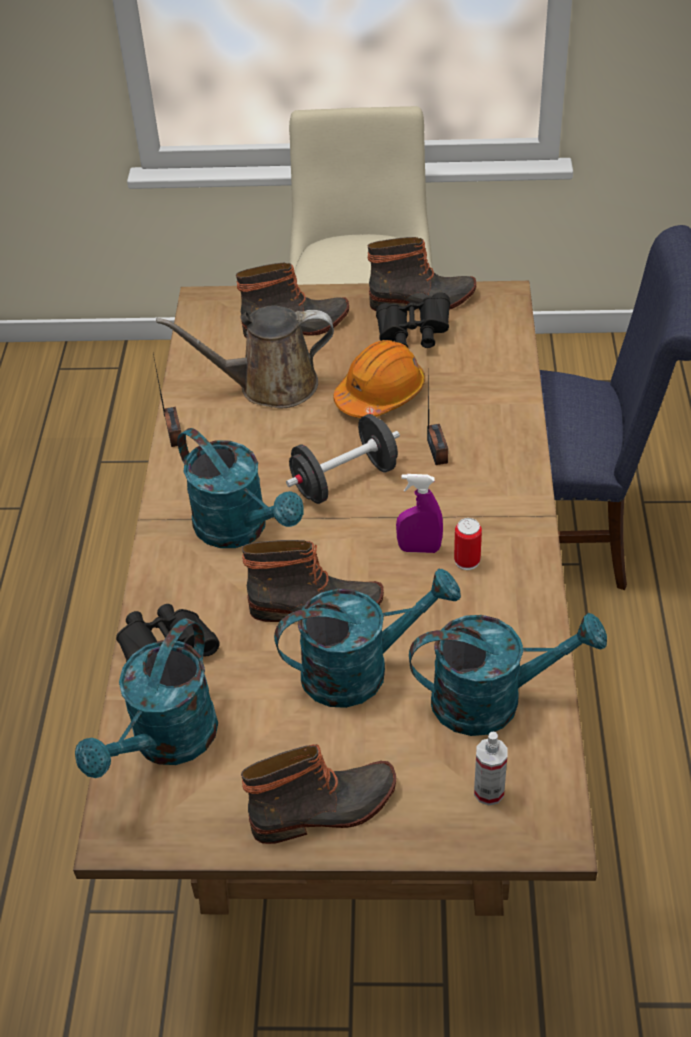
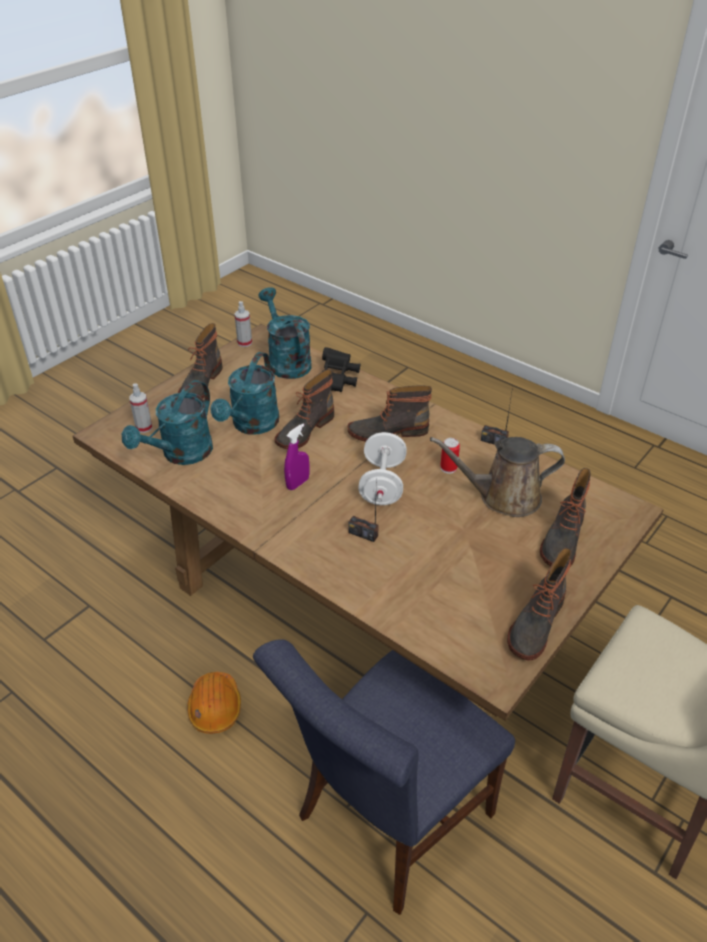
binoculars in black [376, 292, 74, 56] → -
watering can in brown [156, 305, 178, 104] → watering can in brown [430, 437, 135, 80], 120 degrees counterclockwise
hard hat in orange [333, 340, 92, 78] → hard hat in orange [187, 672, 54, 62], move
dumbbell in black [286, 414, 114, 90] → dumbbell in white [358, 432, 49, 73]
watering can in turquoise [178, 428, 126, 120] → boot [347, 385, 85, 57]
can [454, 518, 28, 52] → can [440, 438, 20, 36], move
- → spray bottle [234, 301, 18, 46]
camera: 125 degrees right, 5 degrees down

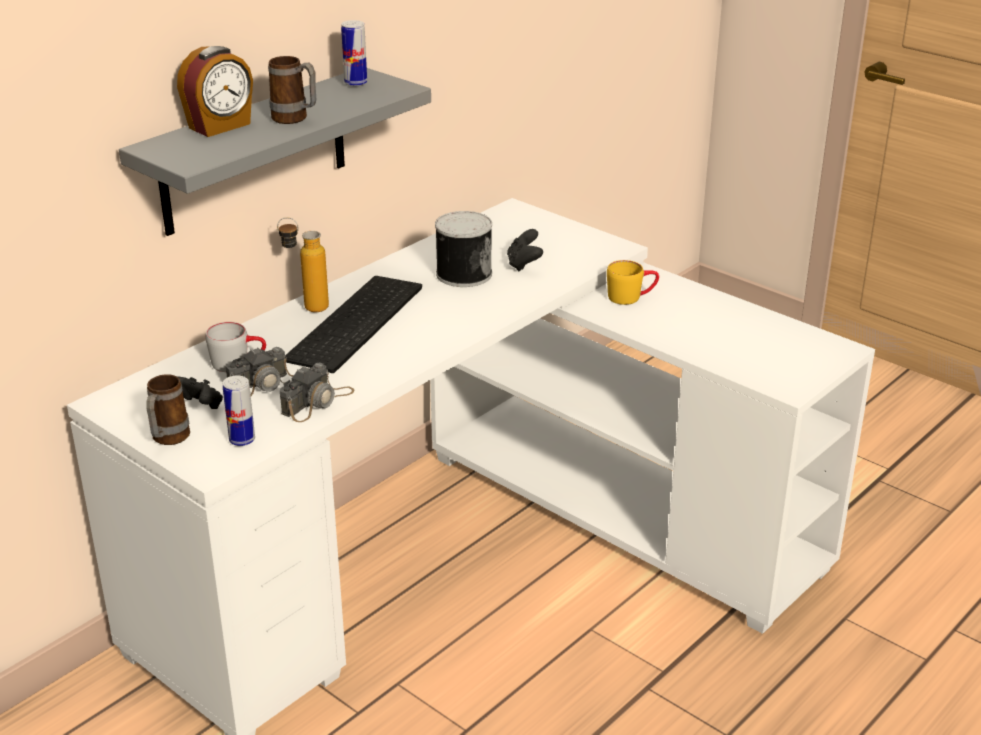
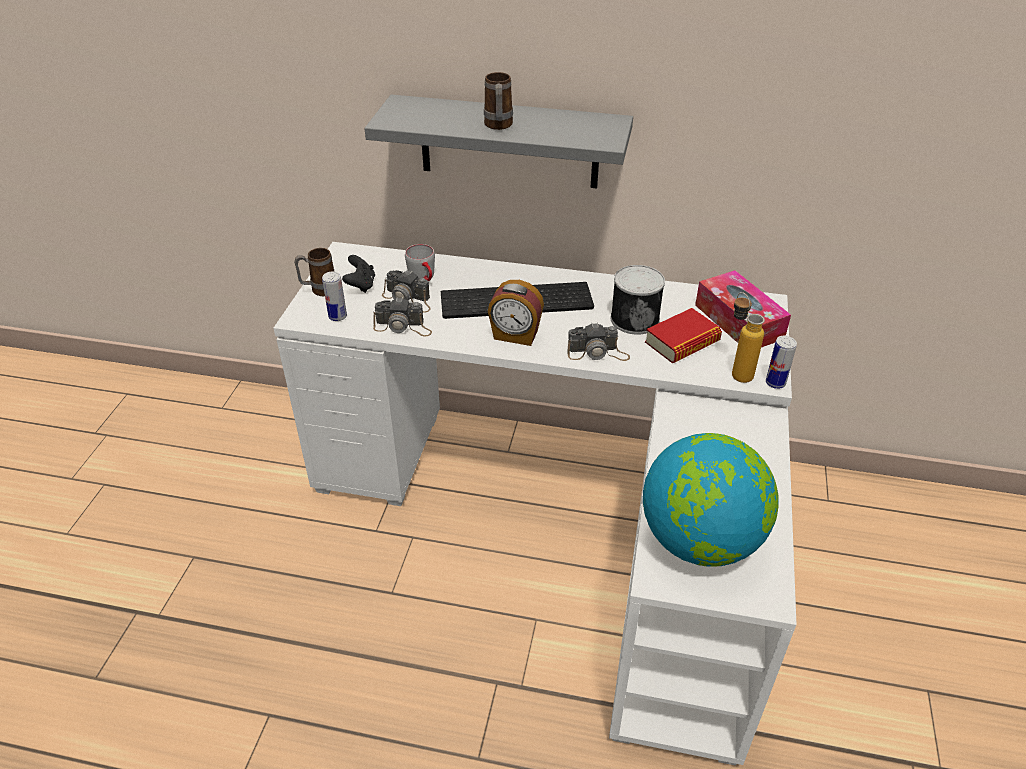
can [341, 20, 26, 66] → can [766, 336, 31, 53], move
alarm clock [177, 46, 76, 91] → alarm clock [488, 280, 56, 66], move
bottle [277, 217, 52, 95] → bottle [732, 292, 33, 91], move
game controller in black [507, 229, 36, 43] → book [645, 308, 77, 55]
mug in yellow [607, 260, 52, 45] → -
- → tissue box [695, 270, 96, 77]
- → photo camera [567, 322, 63, 39]
- → globe [643, 433, 136, 134]
camera: 60 degrees right, 10 degrees up

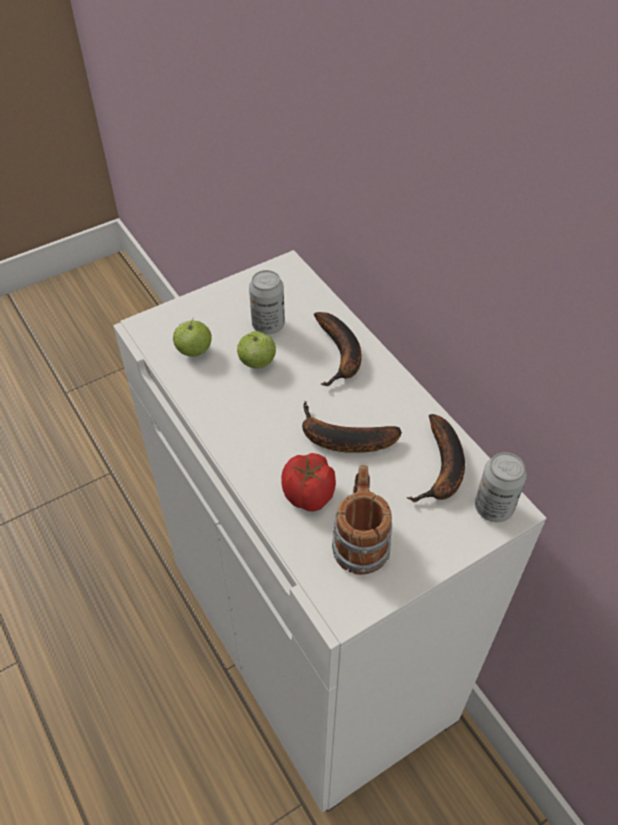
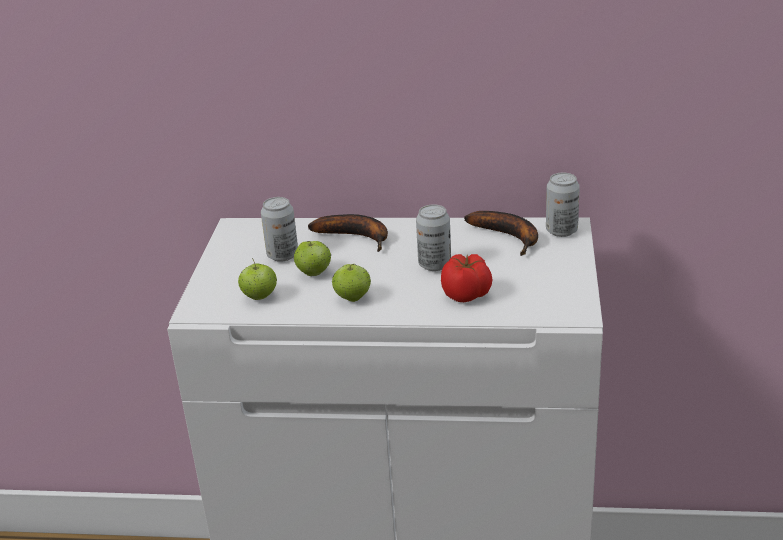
banana [302, 401, 100, 52] → can [416, 204, 35, 67]
mug [332, 466, 60, 109] → -
- → apple [332, 264, 39, 38]
camera: 50 degrees left, 20 degrees down

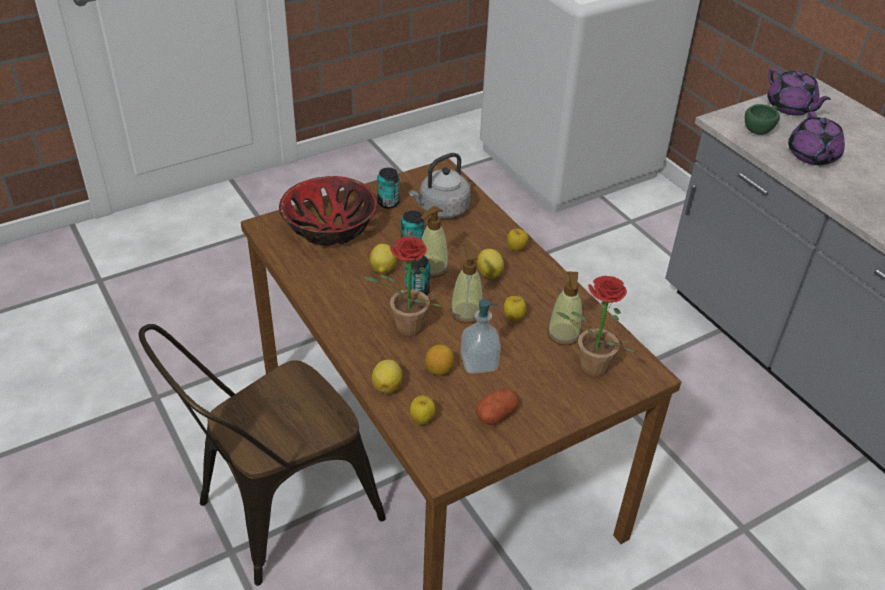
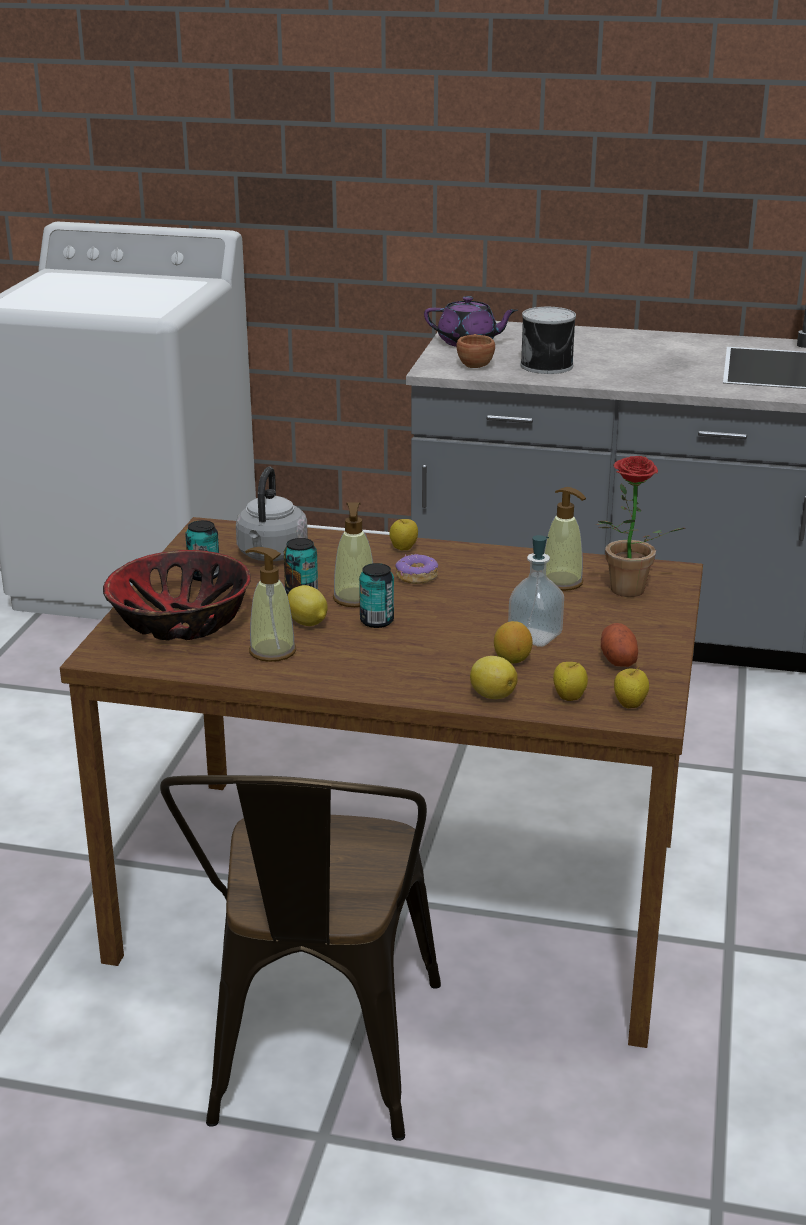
cup in green [745, 104, 35, 31] → cup in brown [456, 334, 39, 34]
teapot in purple [788, 112, 57, 53] → can [520, 307, 56, 67]
potted plant [364, 237, 78, 100] → -
soap dispenser [450, 244, 33, 80] → soap dispenser [245, 547, 51, 115], move
lemon [477, 249, 27, 30] → donut [395, 554, 43, 30]
apple [504, 296, 22, 26] → apple [614, 666, 35, 42], move
camera: 45 degrees left, 15 degrees down

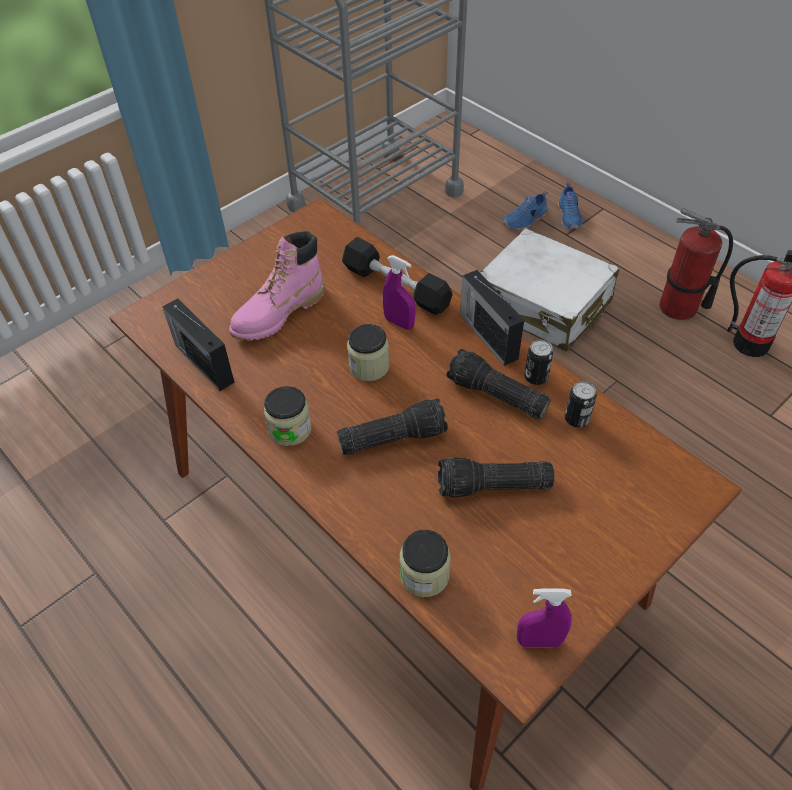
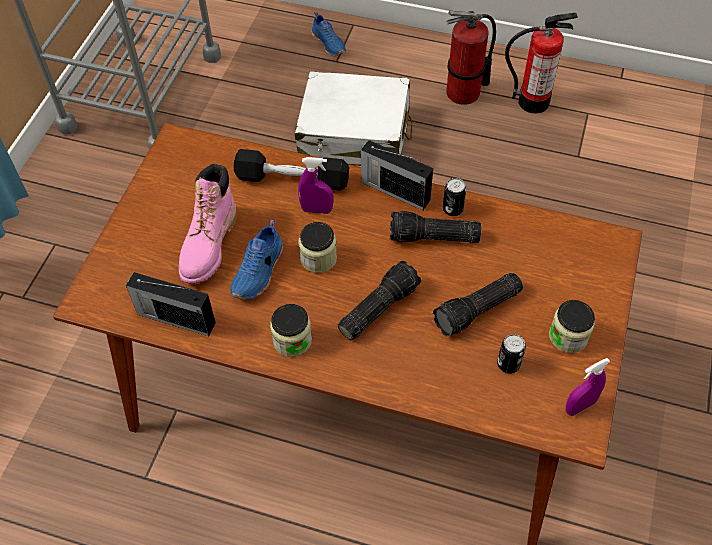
shoe in blue [502, 191, 46, 40] → shoe in blue [230, 219, 53, 81], move
can [565, 381, 32, 47] → can [497, 334, 29, 40], move
jar [400, 530, 51, 67] → jar [549, 300, 46, 53], move
camera: 30 degrees left, 5 degrees up

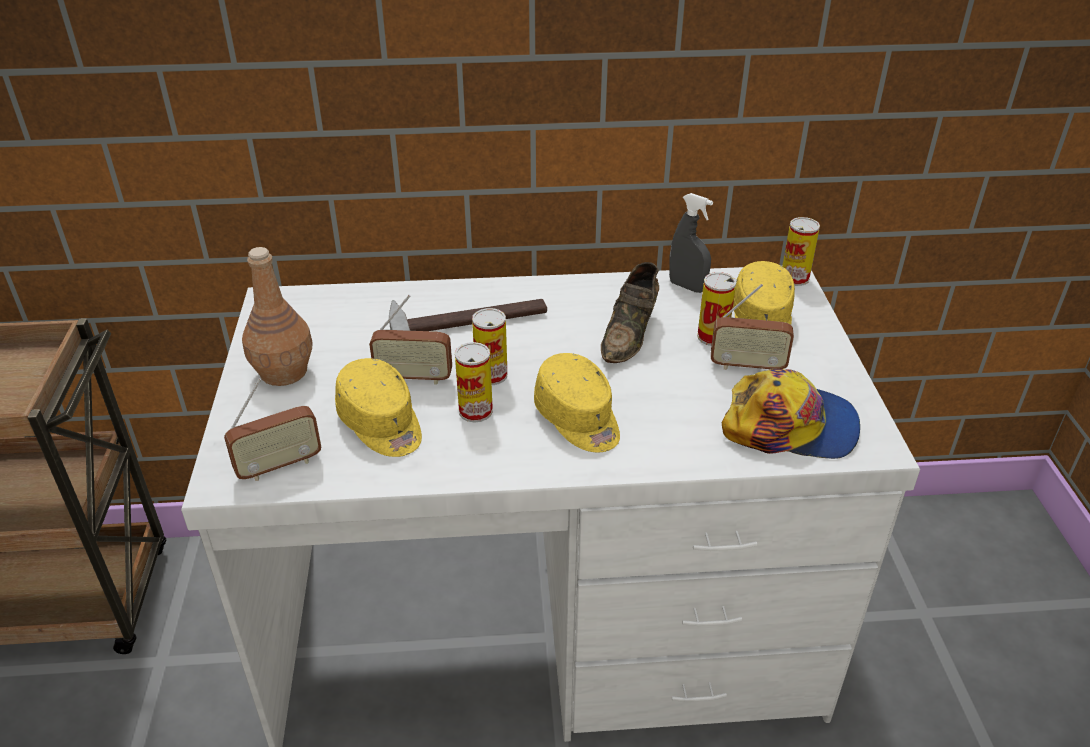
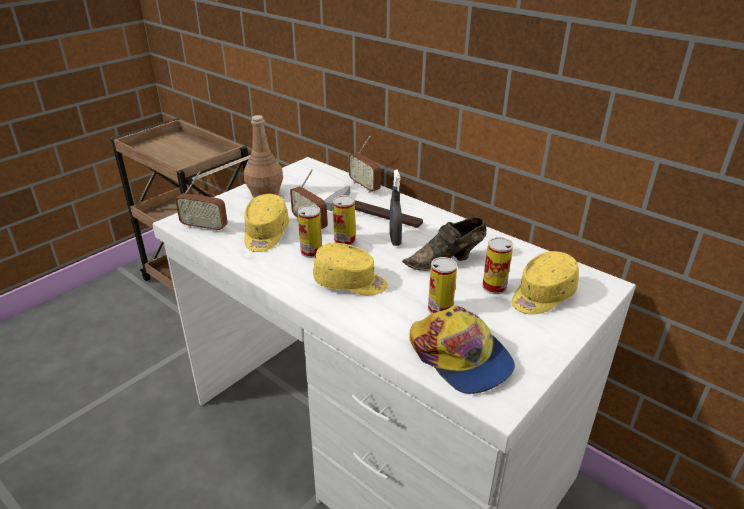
spray bottle in grey [669, 193, 44, 100] → spray bottle in grey [389, 169, 13, 77], move
can [782, 217, 38, 69] → can [428, 257, 29, 57], move
radio [711, 284, 83, 86] → radio [349, 136, 32, 57], move
cap in yellow [534, 353, 86, 100] → cap in yellow [313, 243, 75, 52], 90 degrees counterclockwise
camera: 45 degrees right, 5 degrees down

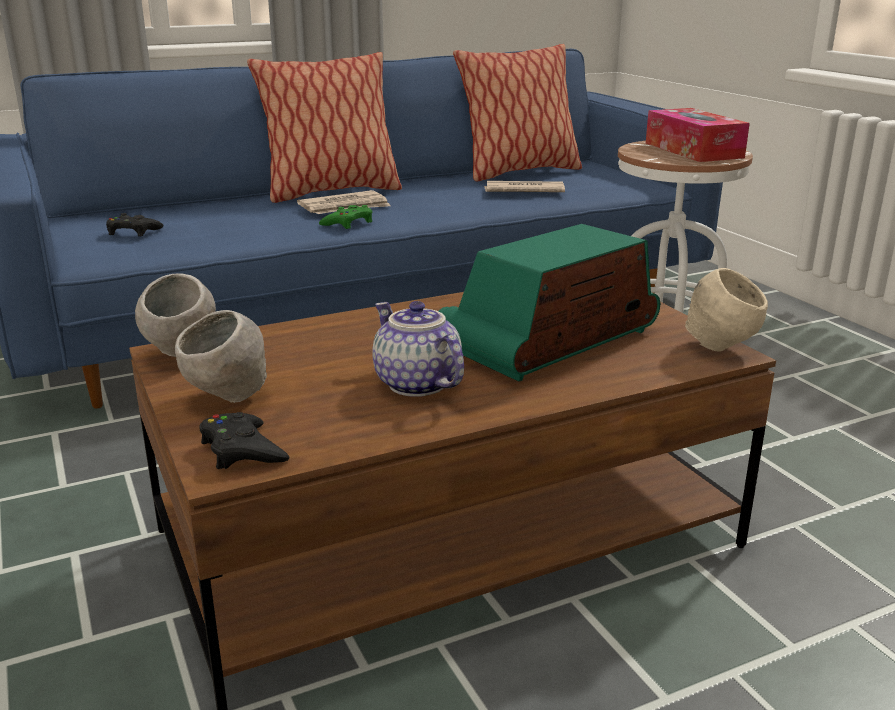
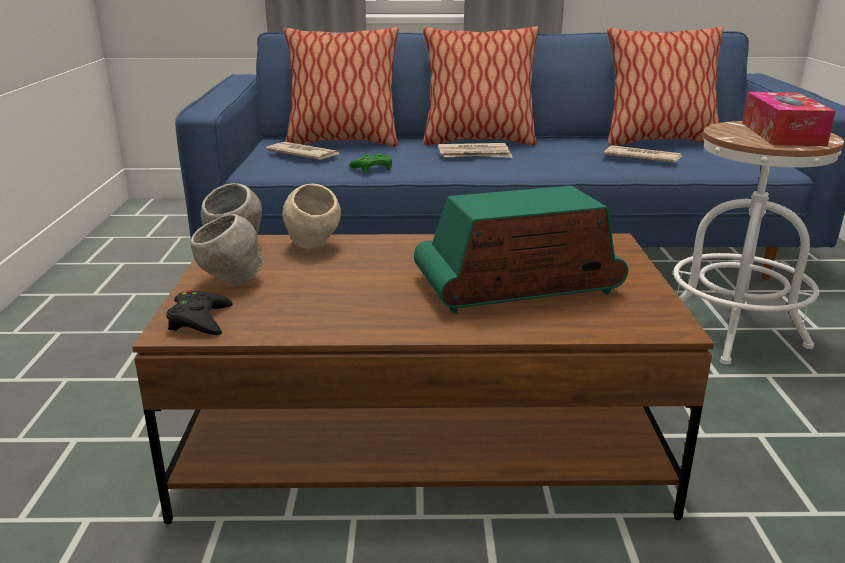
game controller in green [319, 205, 53, 24] → game controller in green [349, 154, 43, 19], move
game controller in black [106, 213, 57, 23] → newspaper [266, 142, 74, 18]
bowl in beige [685, 268, 83, 84] → bowl in beige [282, 184, 59, 65], move
teapot [372, 301, 92, 96] → -
- → pillow [284, 27, 114, 119]
camera: 25 degrees right, 0 degrees up

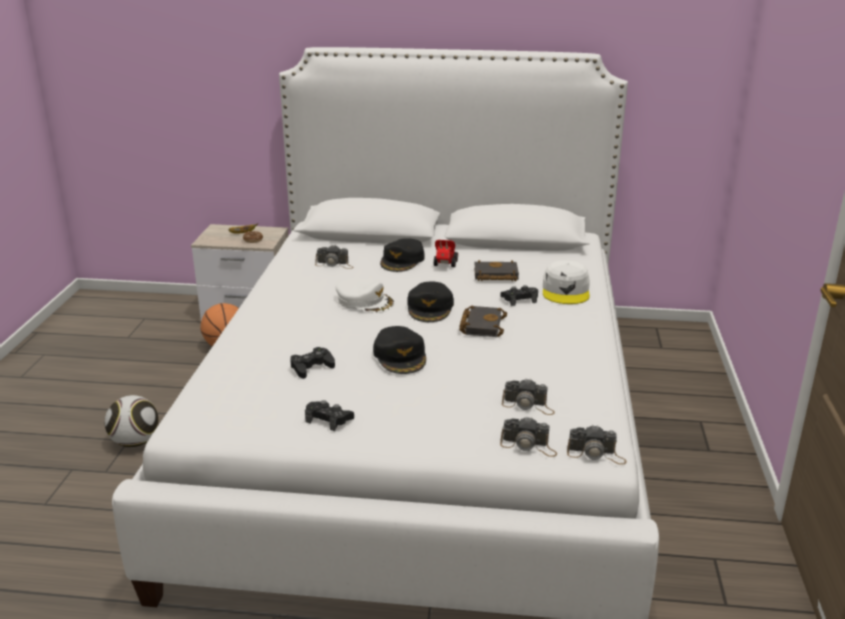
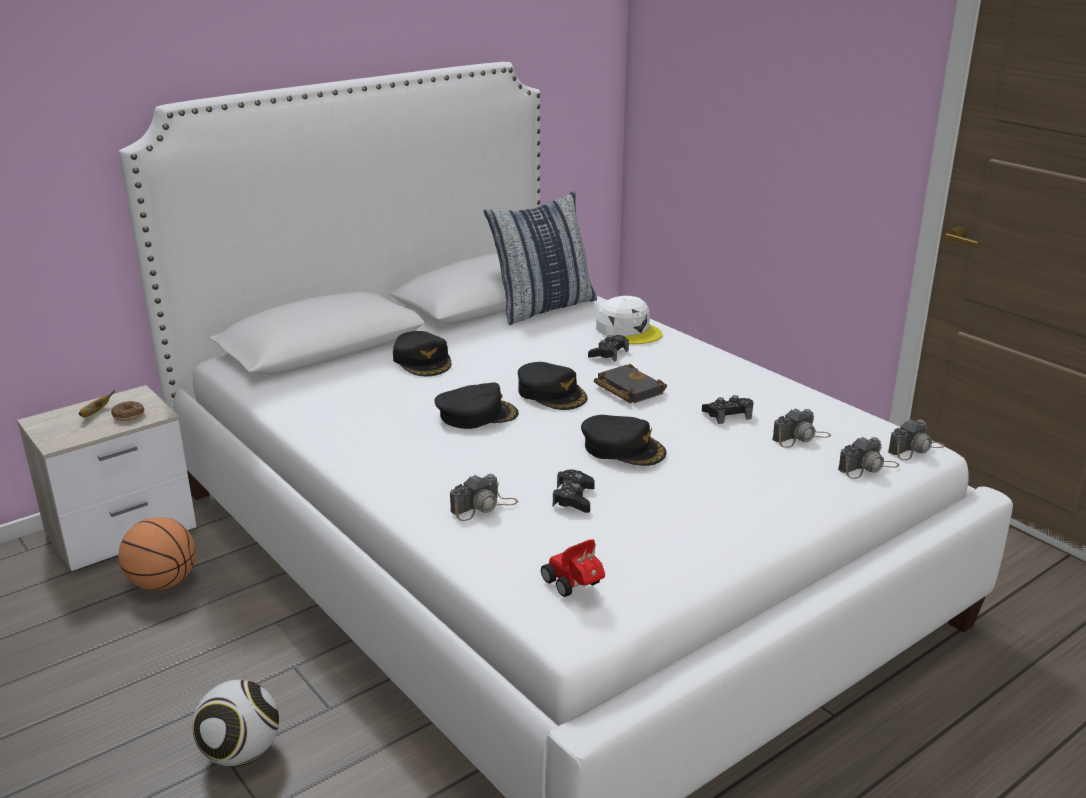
toy car [434, 240, 24, 27] → toy car [541, 539, 64, 58], move
photo camera [315, 245, 38, 24] → photo camera [450, 474, 68, 47], move
book in black [474, 260, 45, 21] → -
cap in white [336, 279, 59, 34] → cap in black [435, 382, 84, 47]
game controller in black [305, 400, 49, 31] → game controller in black [702, 395, 51, 29], move
- → pillow [484, 191, 113, 134]
camera: 45 degrees left, 0 degrees up

